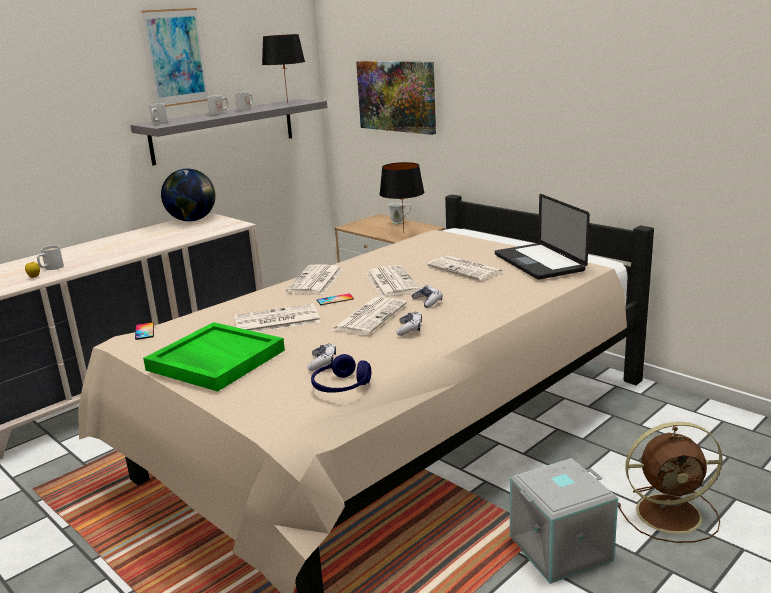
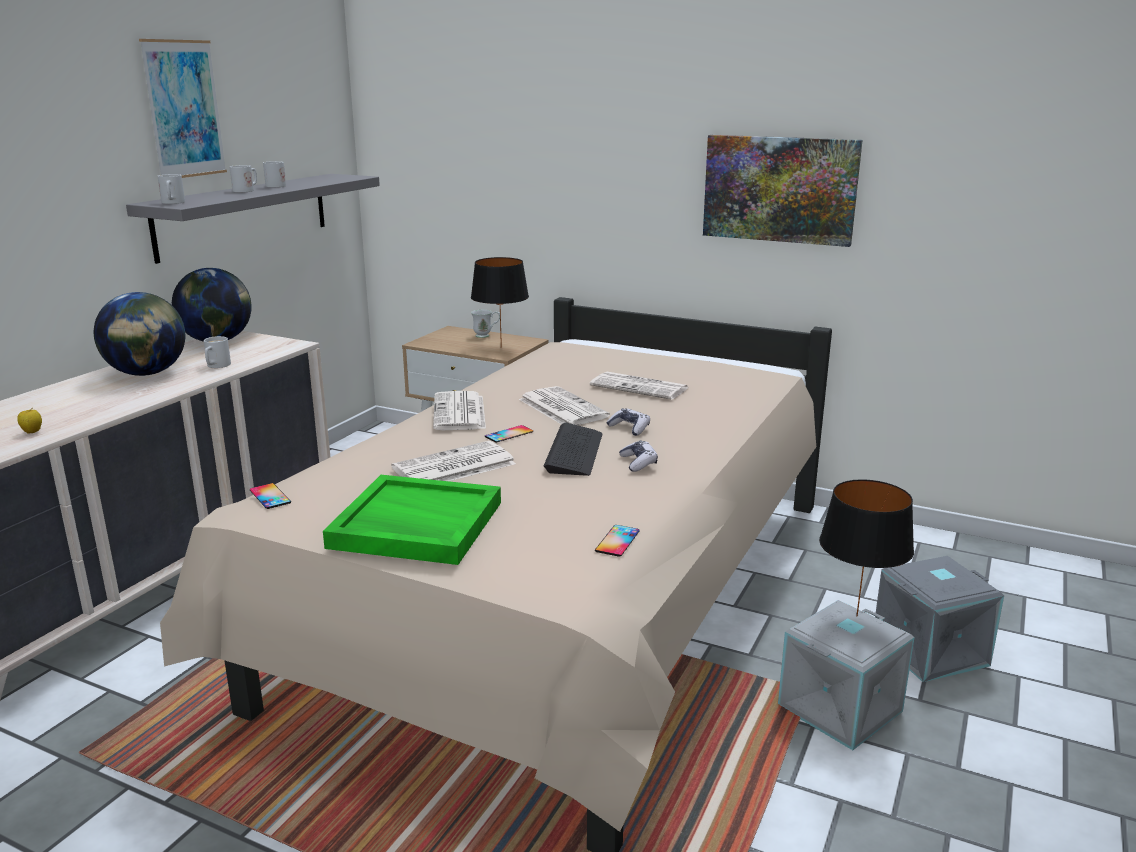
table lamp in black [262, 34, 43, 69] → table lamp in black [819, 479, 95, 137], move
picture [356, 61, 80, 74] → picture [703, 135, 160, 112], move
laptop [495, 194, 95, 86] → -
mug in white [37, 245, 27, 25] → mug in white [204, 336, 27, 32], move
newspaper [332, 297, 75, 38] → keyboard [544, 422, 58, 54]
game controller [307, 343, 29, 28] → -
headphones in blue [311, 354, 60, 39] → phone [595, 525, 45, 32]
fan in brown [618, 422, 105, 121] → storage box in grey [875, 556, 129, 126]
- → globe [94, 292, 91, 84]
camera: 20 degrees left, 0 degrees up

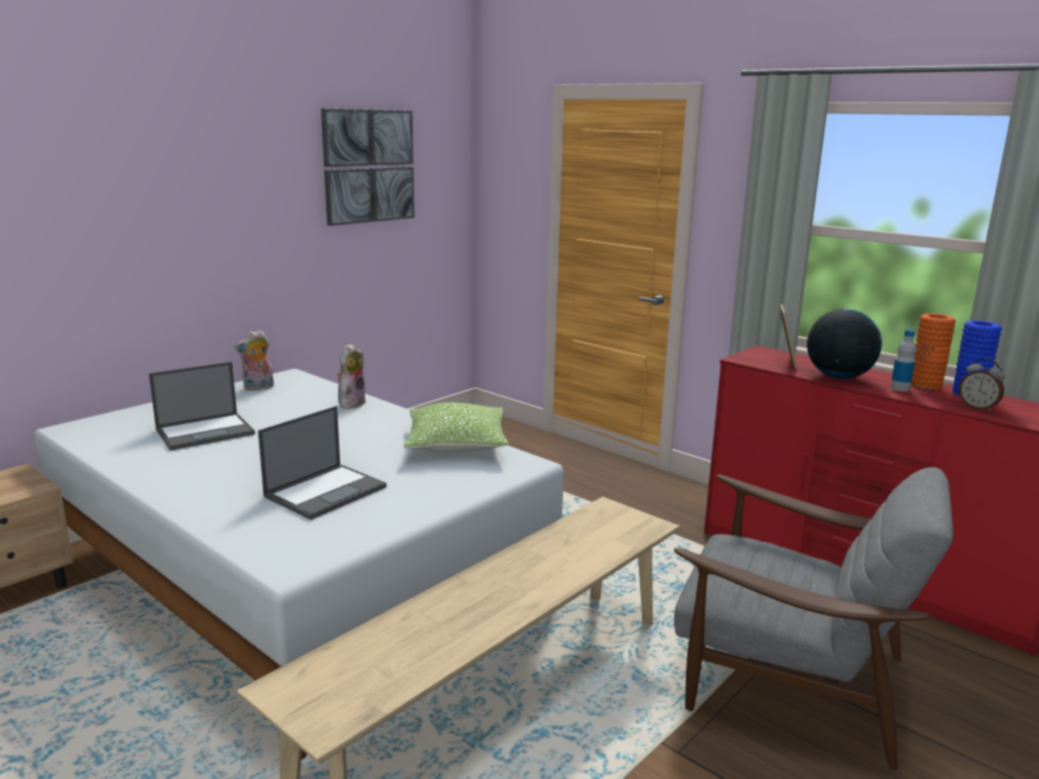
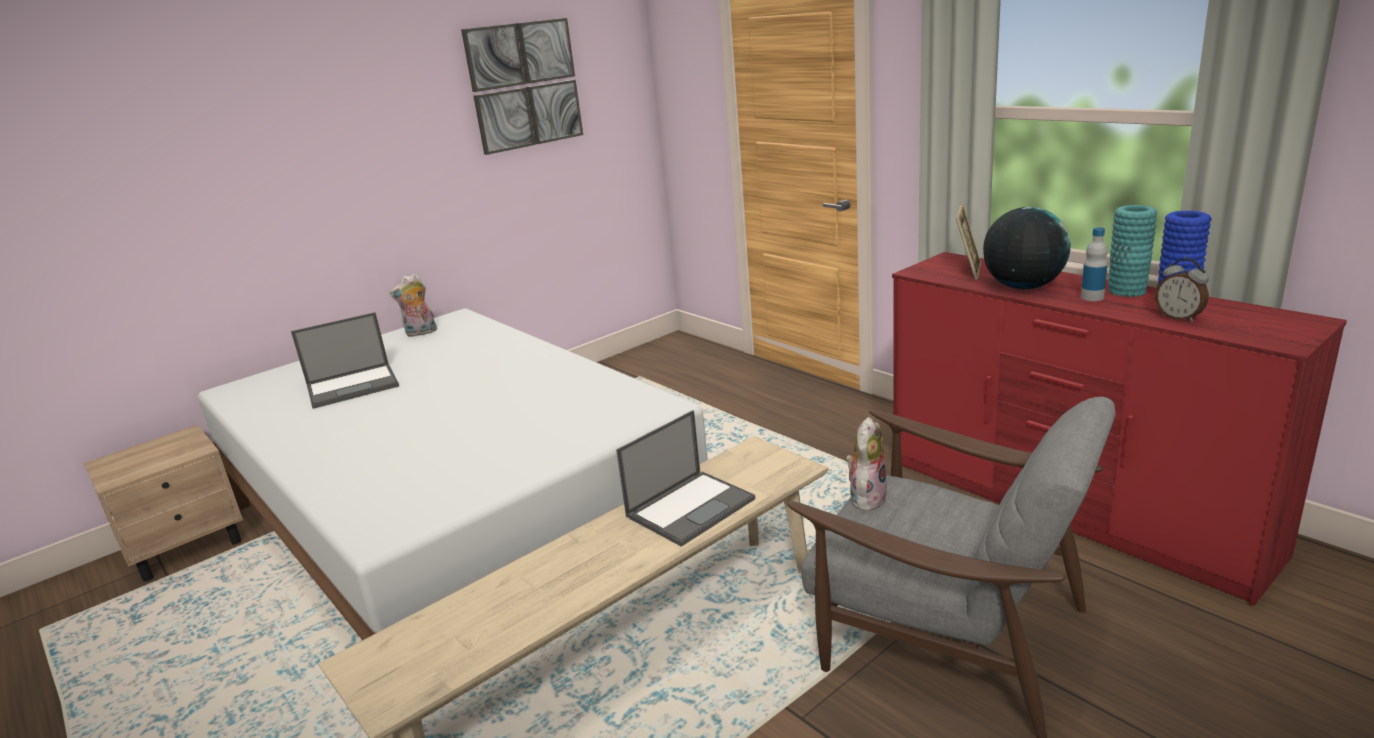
vase in orange [911, 313, 45, 77] → vase in turquoise [1108, 205, 49, 92]
plush toy [337, 343, 30, 66] → plush toy [846, 417, 41, 94], move
pillow [404, 403, 105, 49] → -
laptop [258, 406, 129, 114] → laptop [616, 410, 139, 137], move
camera: 10 degrees right, 5 degrees up

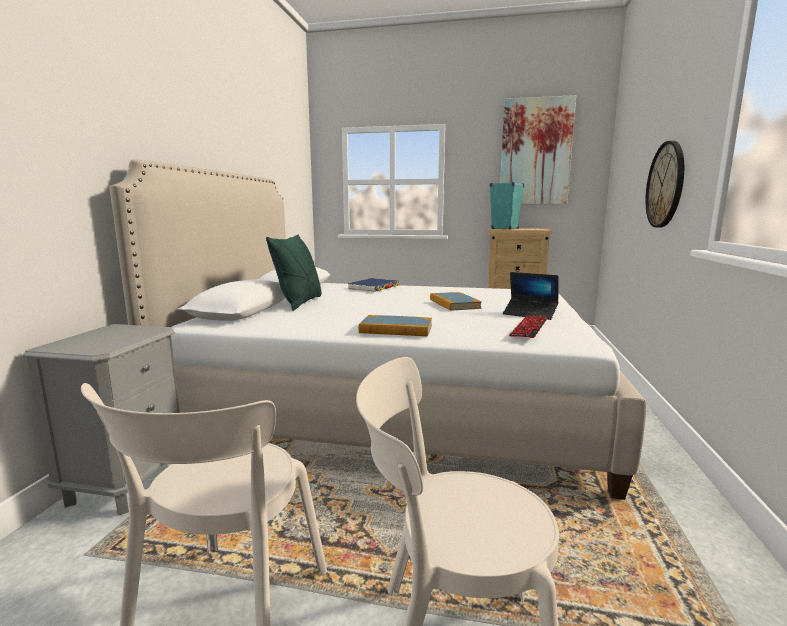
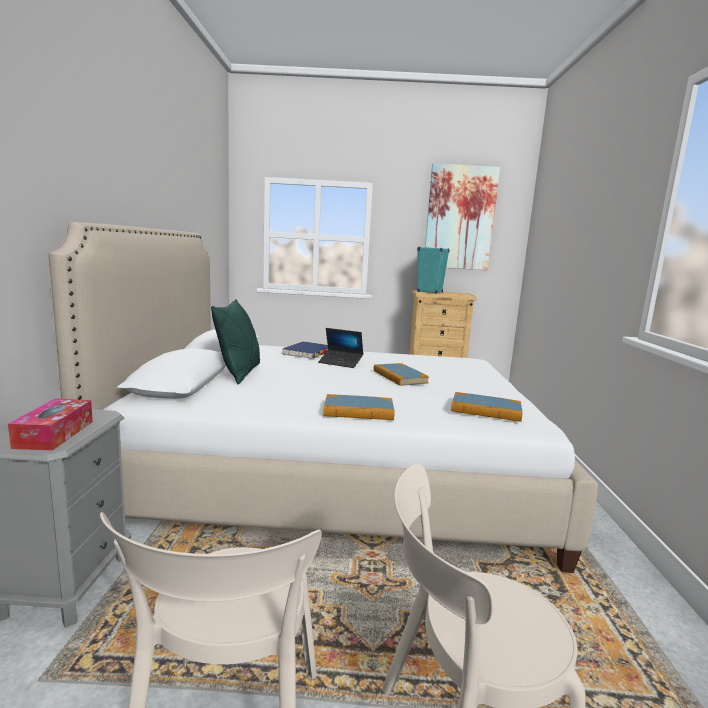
wall clock [645, 141, 39, 87] → -
laptop [503, 272, 56, 48] → laptop [318, 328, 45, 40], move
keyboard [509, 316, 38, 22] → book [451, 392, 72, 30]
- → tissue box [8, 399, 85, 51]
camera: 10 degrees left, 0 degrees up

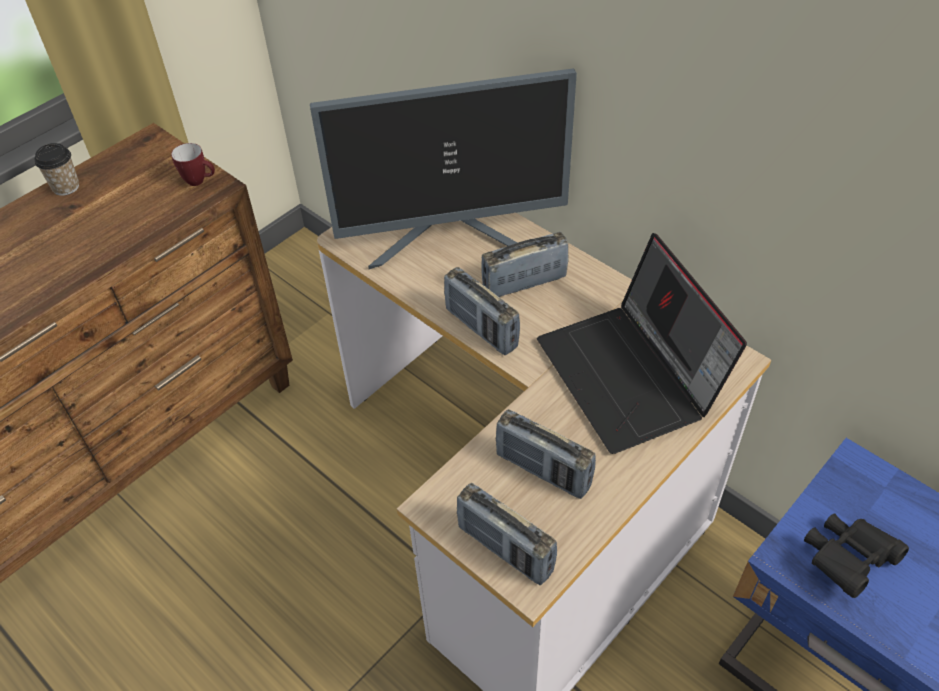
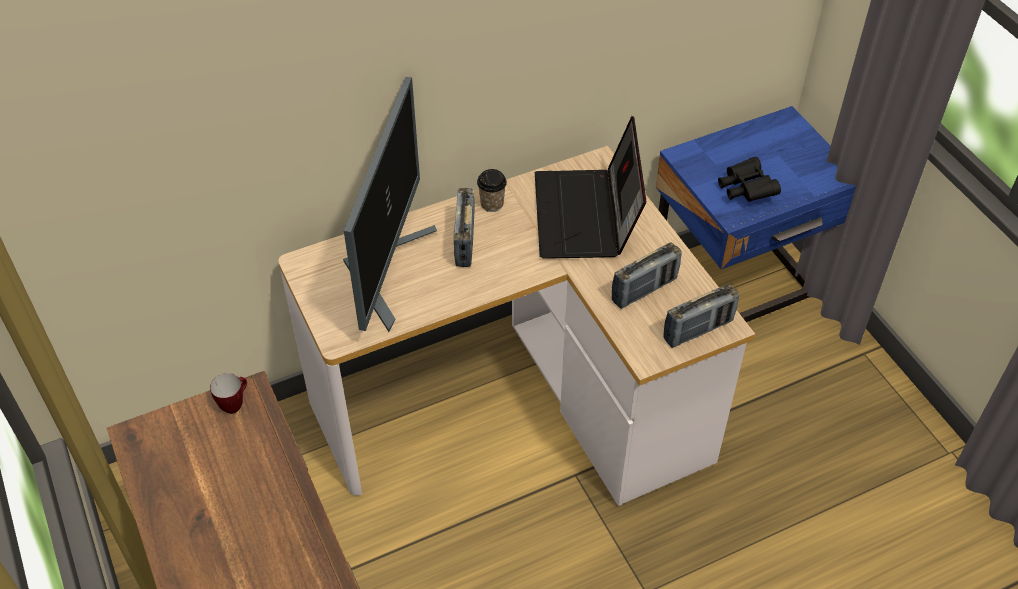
cup [35, 143, 44, 53] → cup [477, 169, 30, 43], move
laptop [537, 233, 210, 221] → laptop [535, 116, 111, 143], 90 degrees clockwise
radio [444, 267, 76, 88] → -
camera: 70 degrees left, 0 degrees up

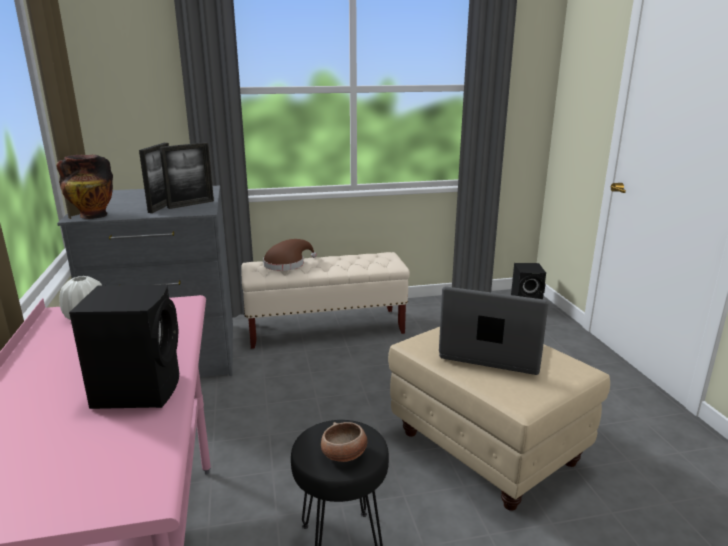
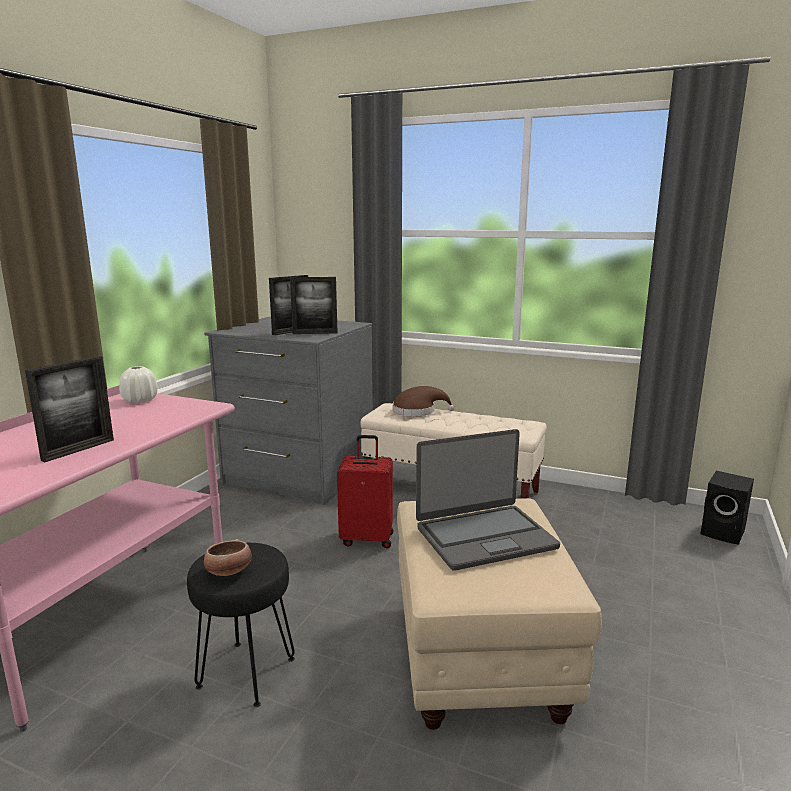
vase [56, 155, 57, 64] → -
speaker in black [69, 284, 110, 125] → picture frame [25, 356, 89, 106]
laptop [439, 287, 110, 88] → laptop [416, 429, 144, 142], 105 degrees clockwise
- → suitcase in red [337, 435, 57, 113]
camera: 35 degrees right, 5 degrees down

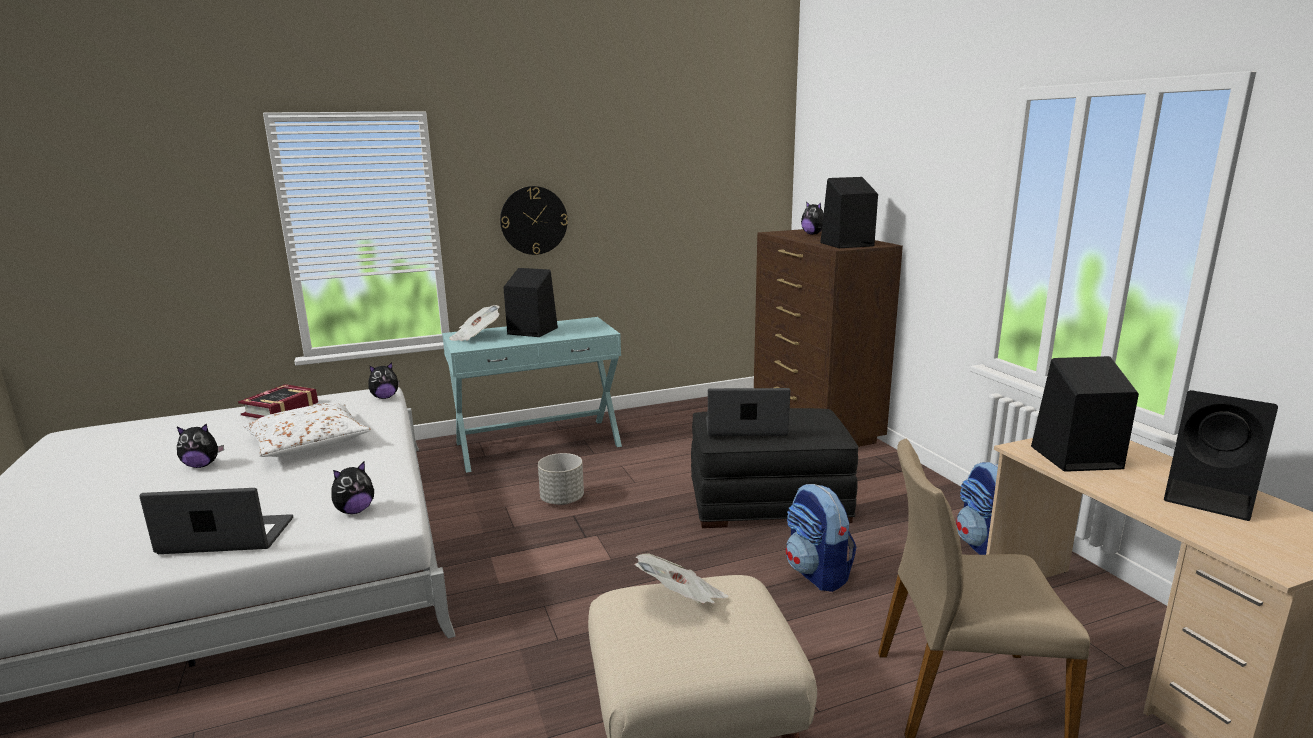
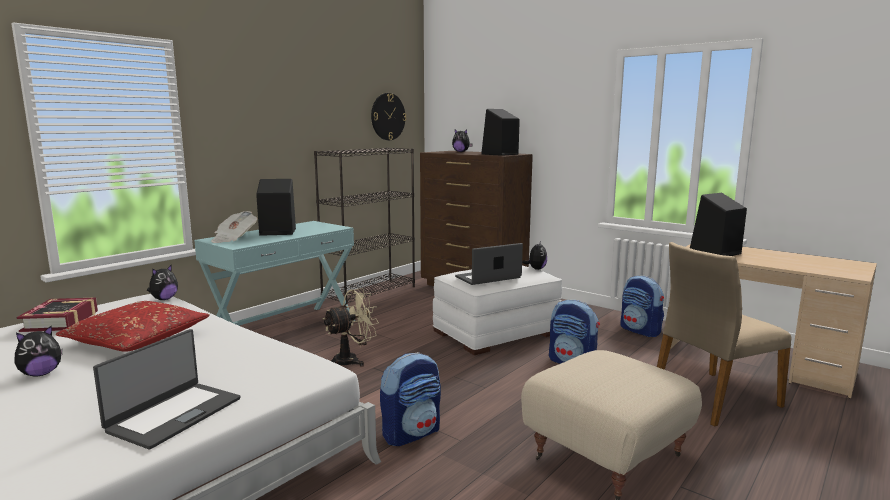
wall clock [500, 186, 68, 69] → wall clock [371, 93, 35, 47], move
speaker in black [1164, 390, 114, 131] → -
pillow in white [243, 402, 128, 55] → pillow in red [56, 301, 154, 51]
ottoman in black [691, 408, 167, 120] → ottoman in white [433, 266, 129, 89]
planter in grey [538, 453, 46, 52] → fan in beige [323, 288, 56, 79]
plush toy [331, 462, 43, 52] → plush toy [522, 241, 25, 29], move
laptop [139, 488, 154, 66] → laptop [93, 329, 147, 120], 150 degrees clockwise
newspaper [634, 553, 95, 51] → -
- → bookcase in black [314, 148, 101, 155]
- → backpack [380, 352, 61, 94]
camera: 30 degrees left, 5 degrees down

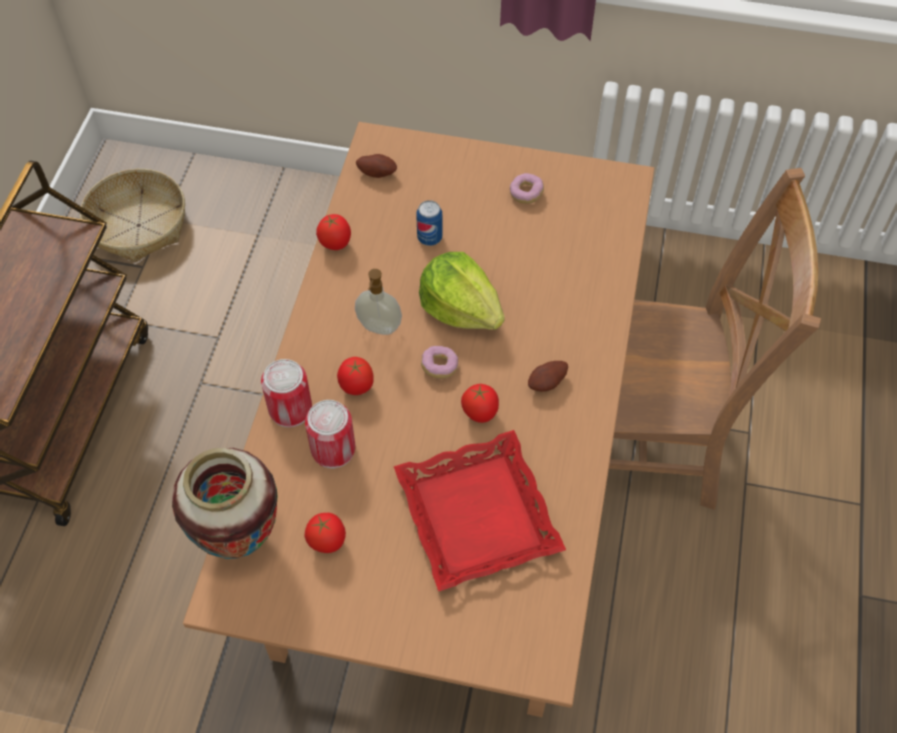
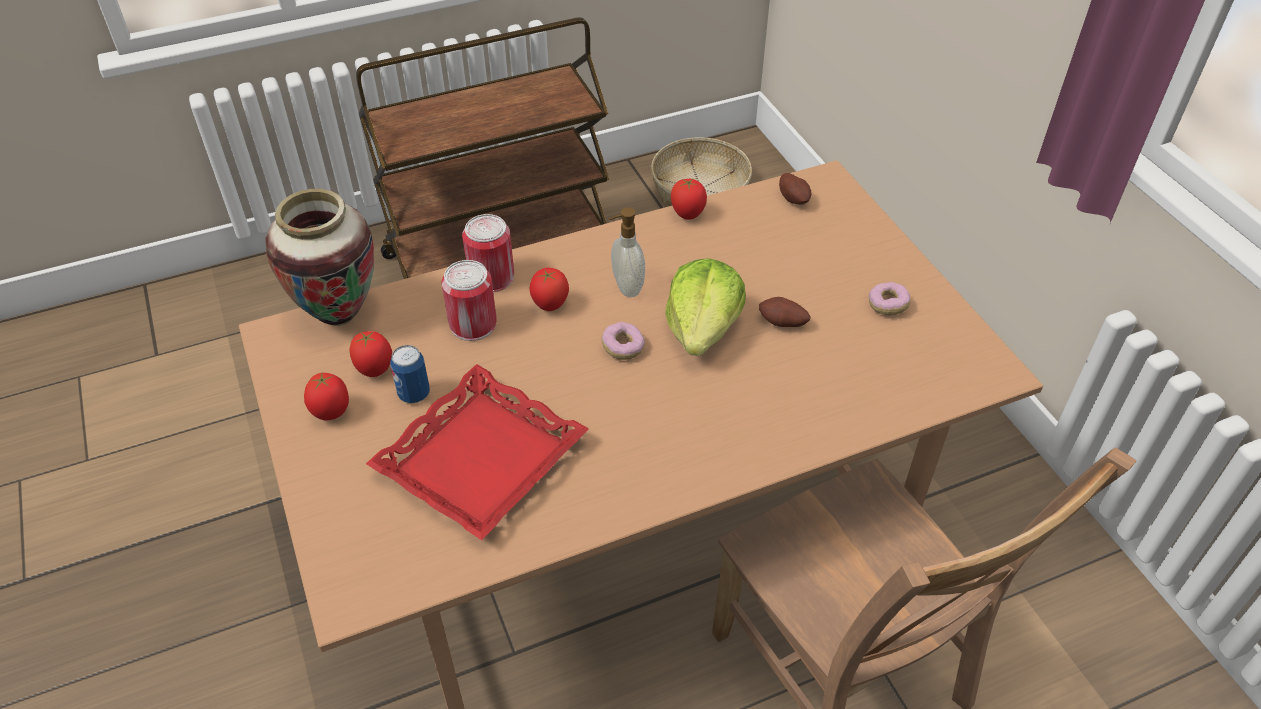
can [416, 200, 27, 46] → can [390, 345, 40, 58], move
potato [528, 361, 40, 31] → potato [759, 297, 52, 30], move
tomato [461, 384, 38, 39] → tomato [304, 373, 45, 48], move
camera: 55 degrees right, 10 degrees down

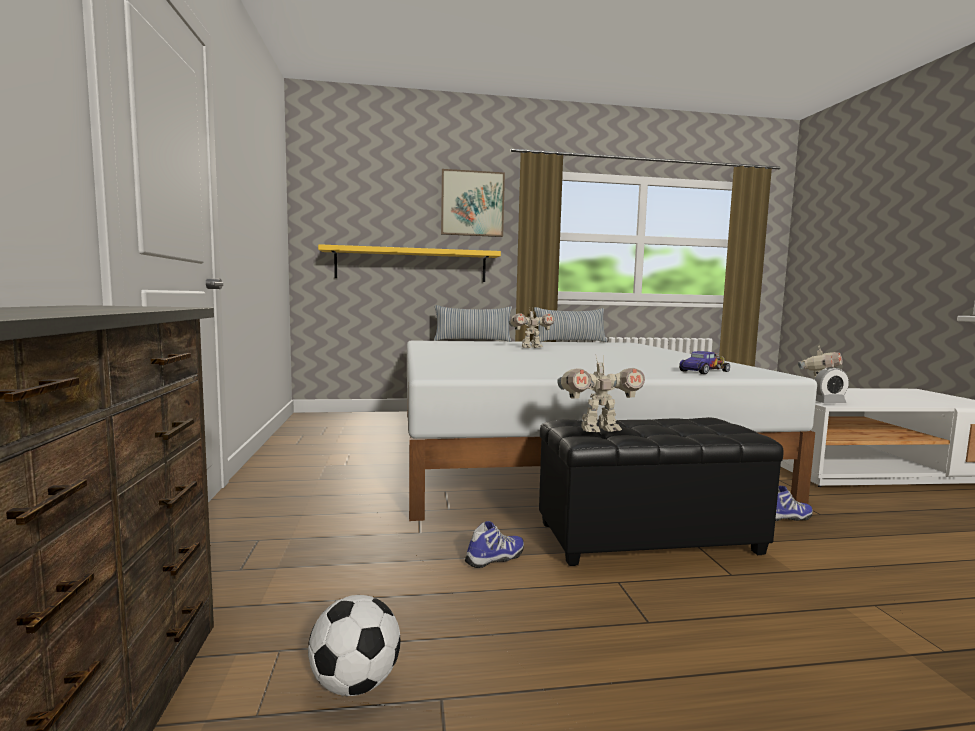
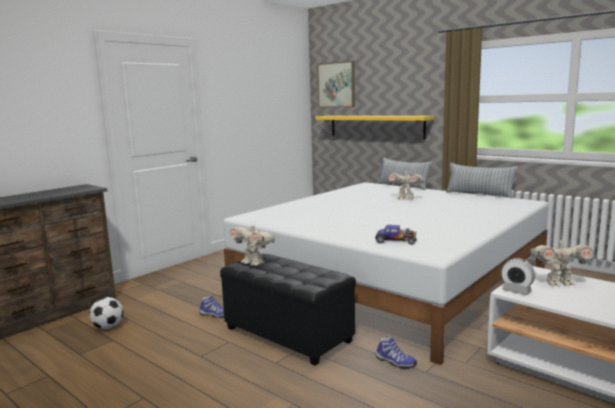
picture [441, 169, 64, 68] → picture [317, 61, 38, 47], move
camera: 50 degrees right, 5 degrees up

